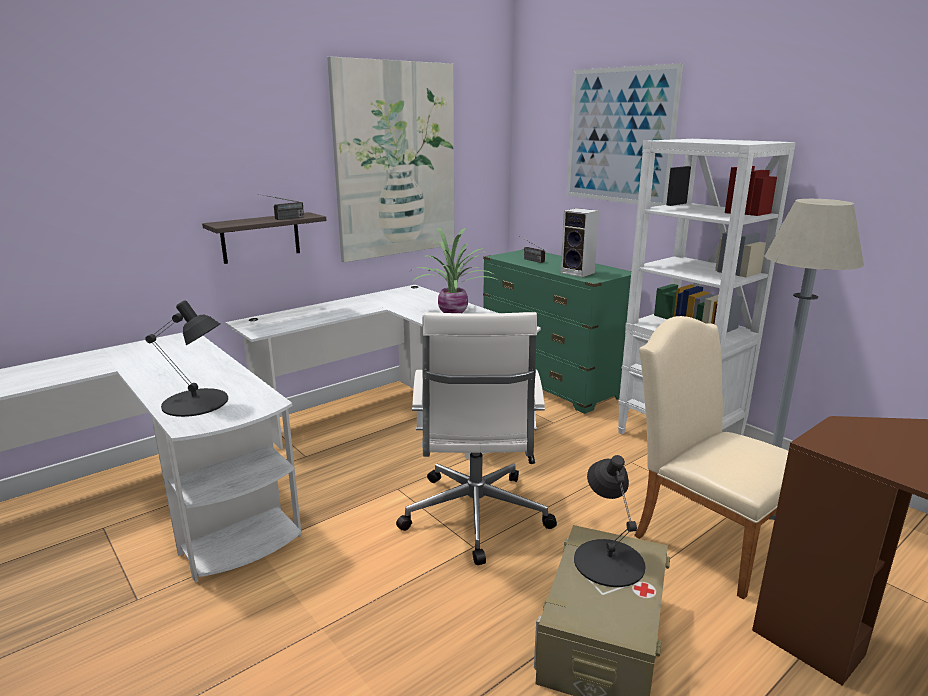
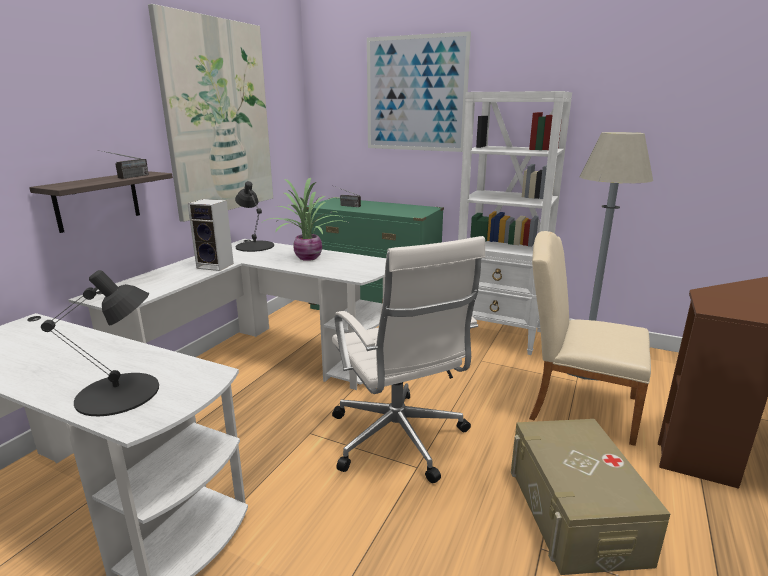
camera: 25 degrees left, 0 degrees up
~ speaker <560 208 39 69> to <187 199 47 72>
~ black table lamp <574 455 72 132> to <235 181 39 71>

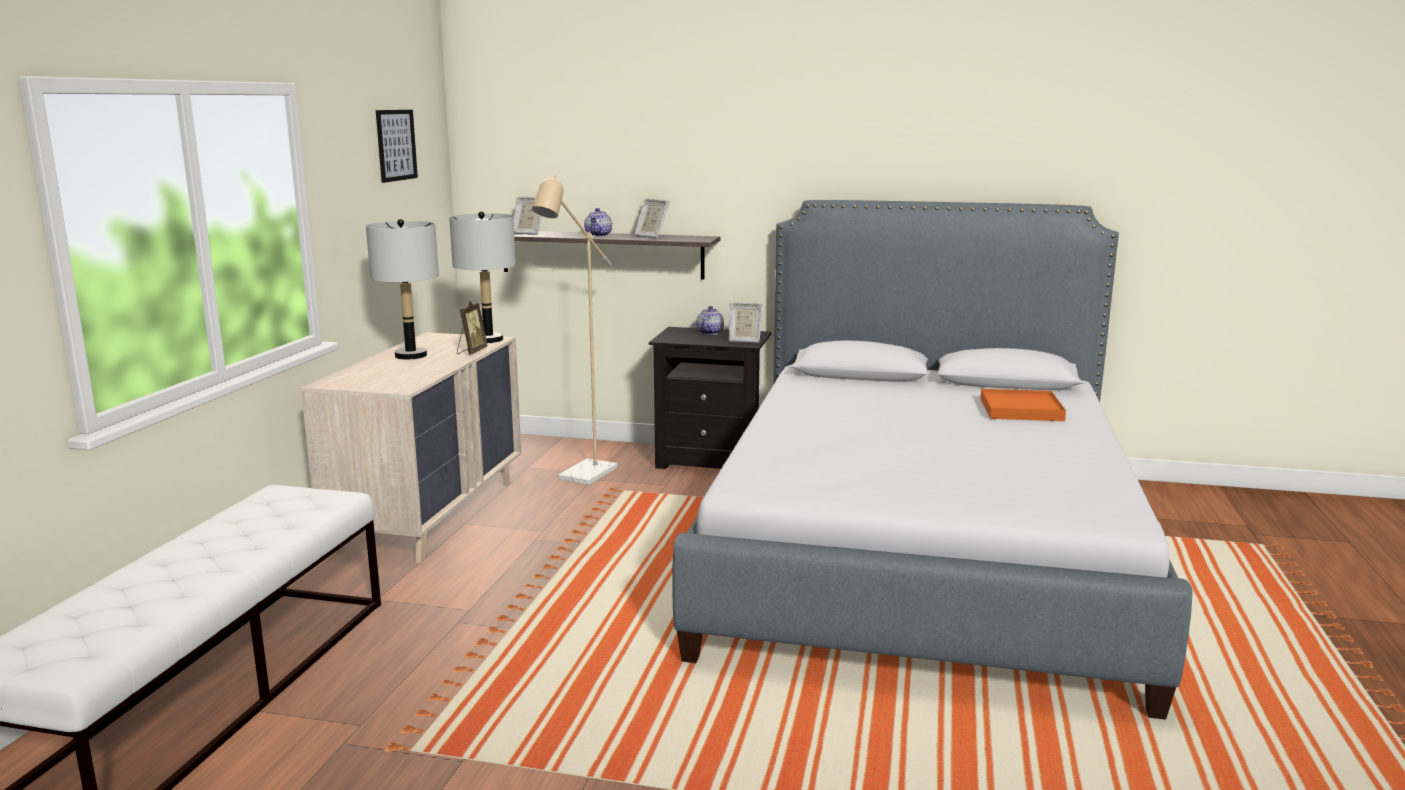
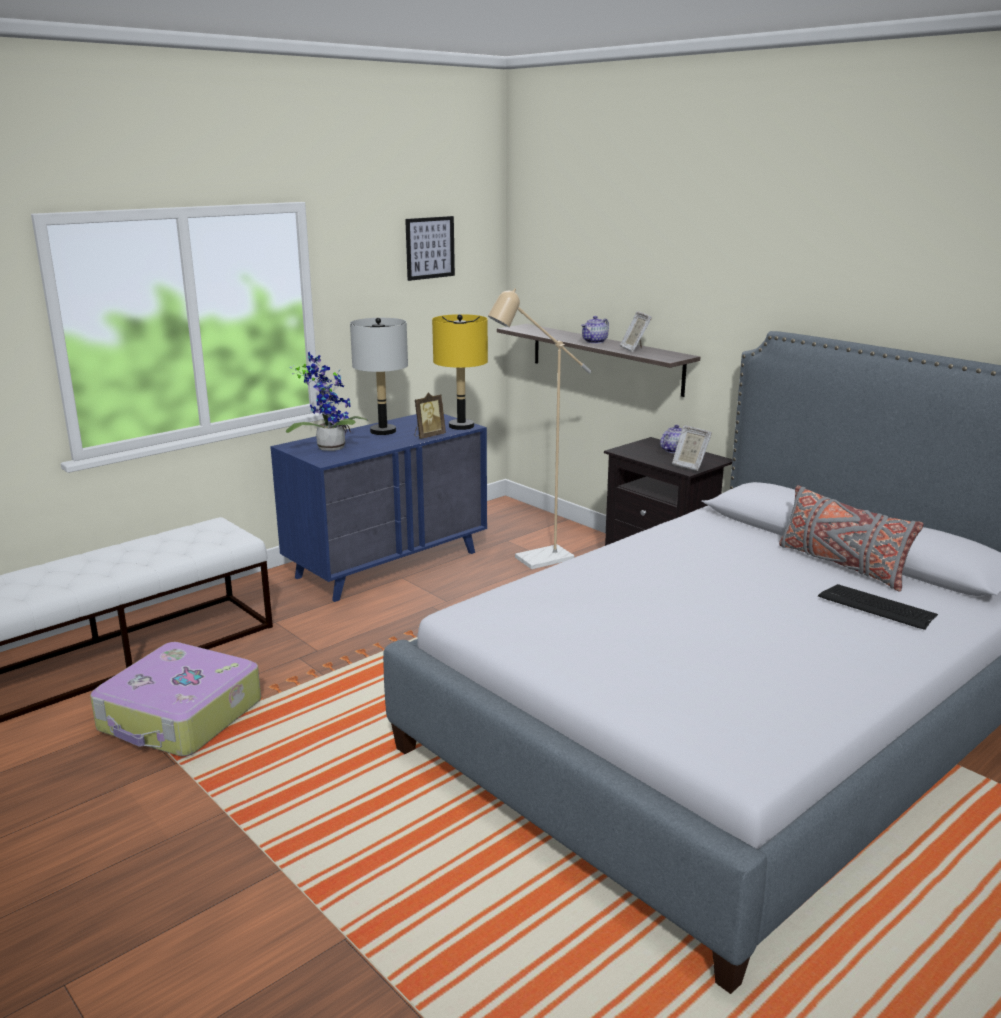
camera: 35 degrees right, 5 degrees up
- picture frame <513 197 29 38>
+ suitcase <90 642 171 114>
+ potted plant <286 352 82 99>
+ grey pillow <779 485 145 107>
~ orange tray <981 389 85 32> to keyboard <818 584 120 46>
~ beige dresser <301 332 220 231> to blue dresser <270 414 217 188>
~ grey table lamp <449 211 67 132> to yellow table lamp <432 314 56 116>

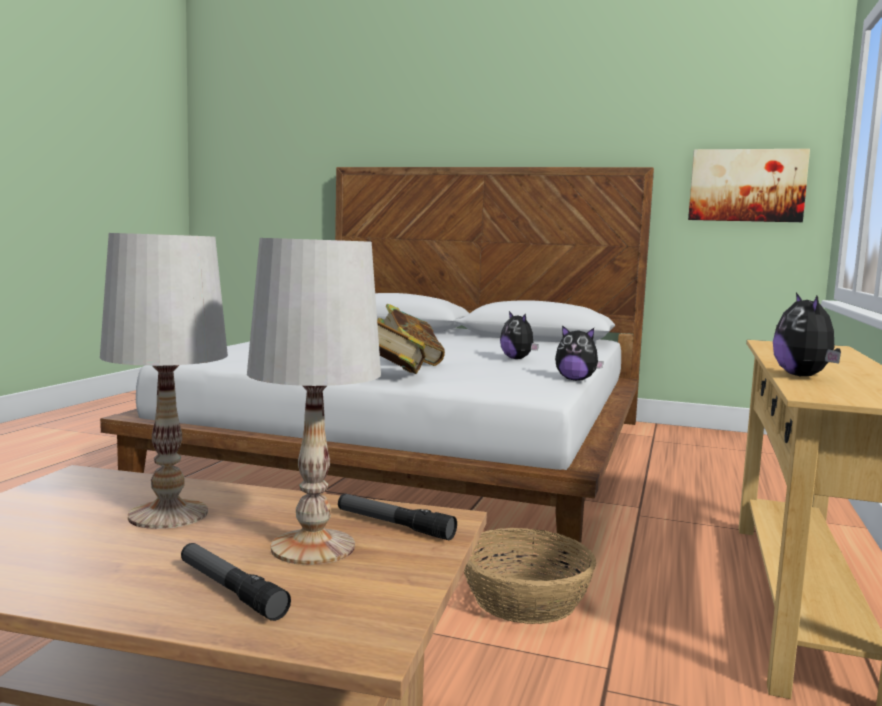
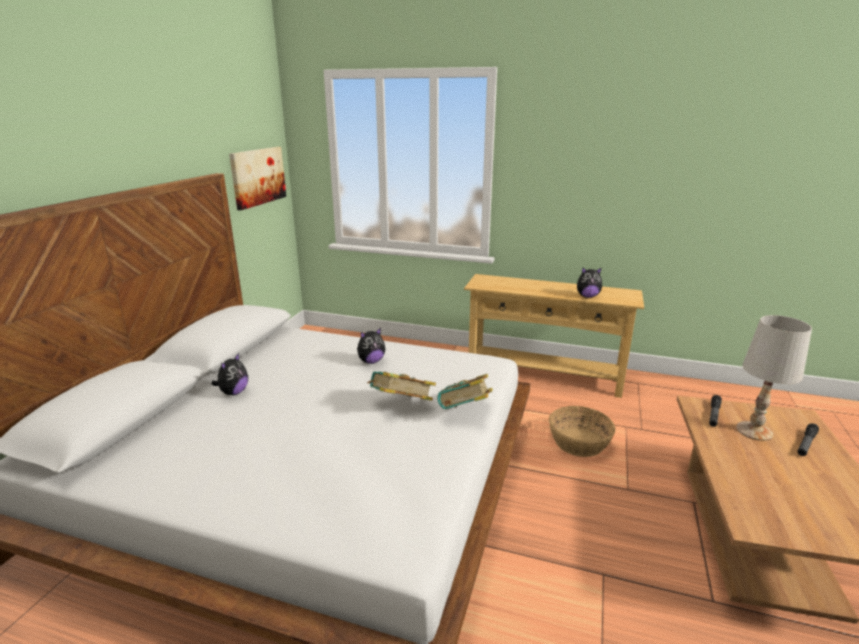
camera: 90 degrees left, 15 degrees up
- white table lamp <100 233 128 296>
~ plush toy <555 325 49 56> to <212 353 36 42>

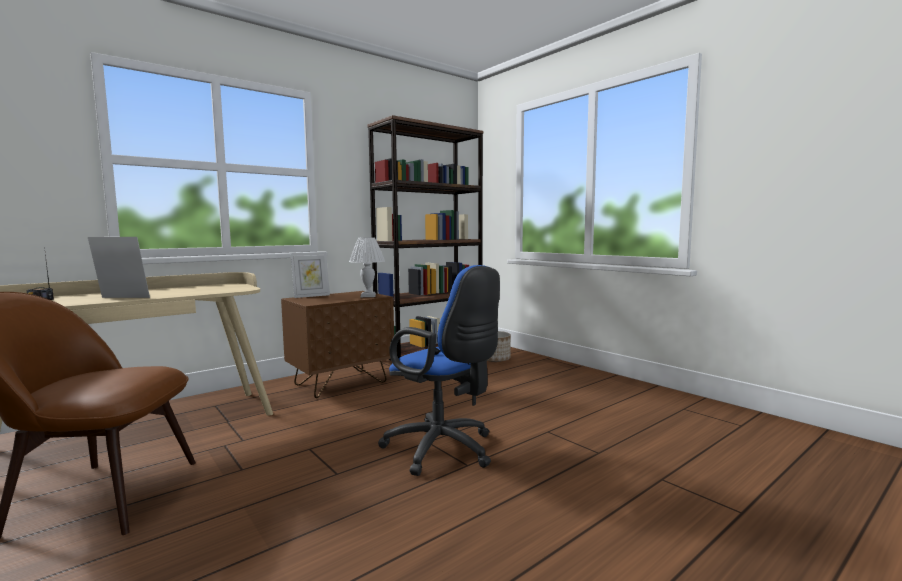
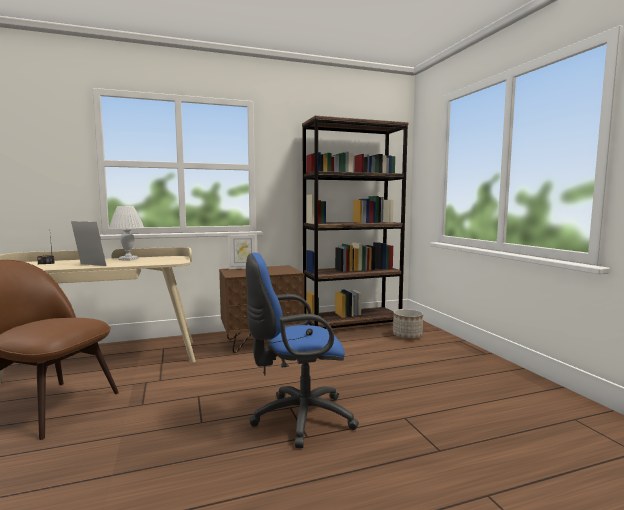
camera: 20 degrees right, 0 degrees up
~ white table lamp <349 237 36 60> to <109 206 35 55>
~ blue office chair <378 265 122 211> = <246 253 113 195> 105 degrees clockwise

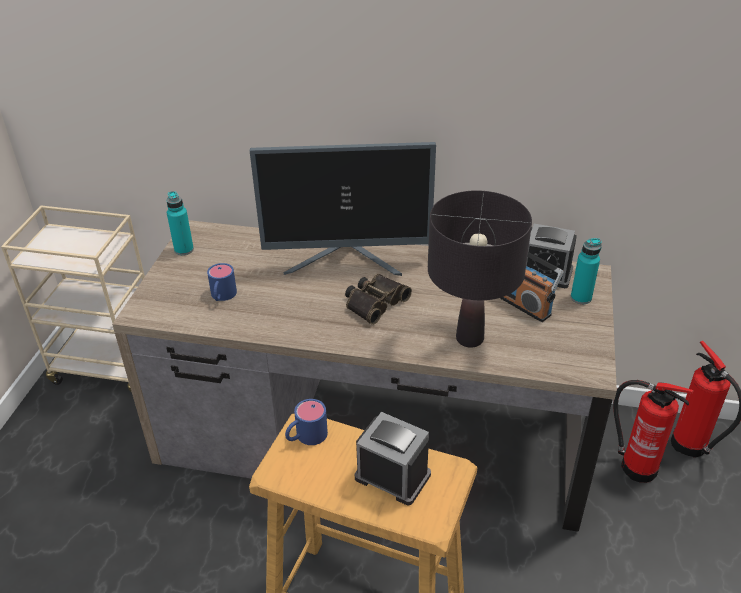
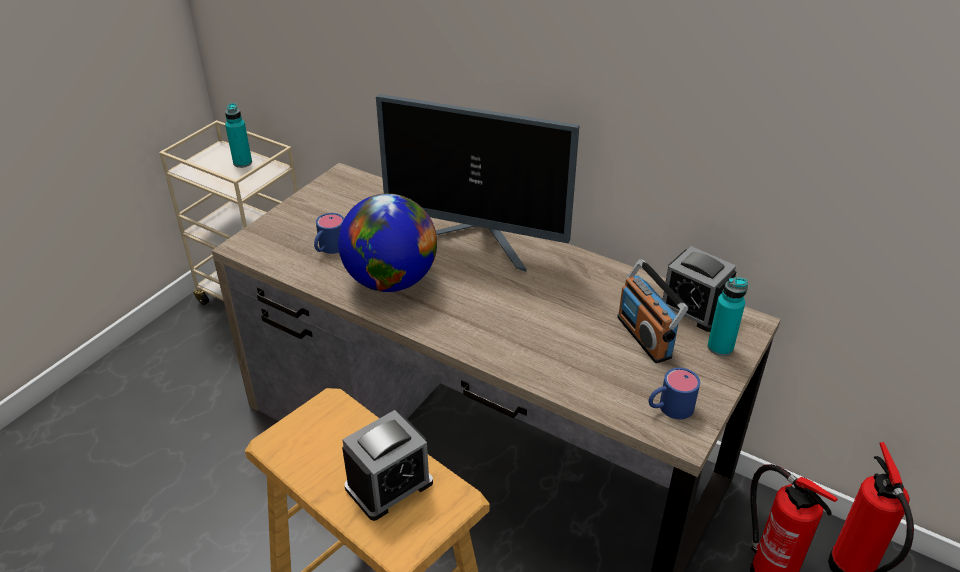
camera: 20 degrees right, 0 degrees up
- binoculars <345 274 67 51>
- black table lamp <428 190 104 157>
+ globe <338 193 99 99>
~ turquoise bottle <167 191 27 64> to <225 103 27 65>
~ blue mug <285 399 43 46> to <649 368 51 51>
~ alarm clock <355 412 76 93> = <342 410 91 111> 90 degrees clockwise

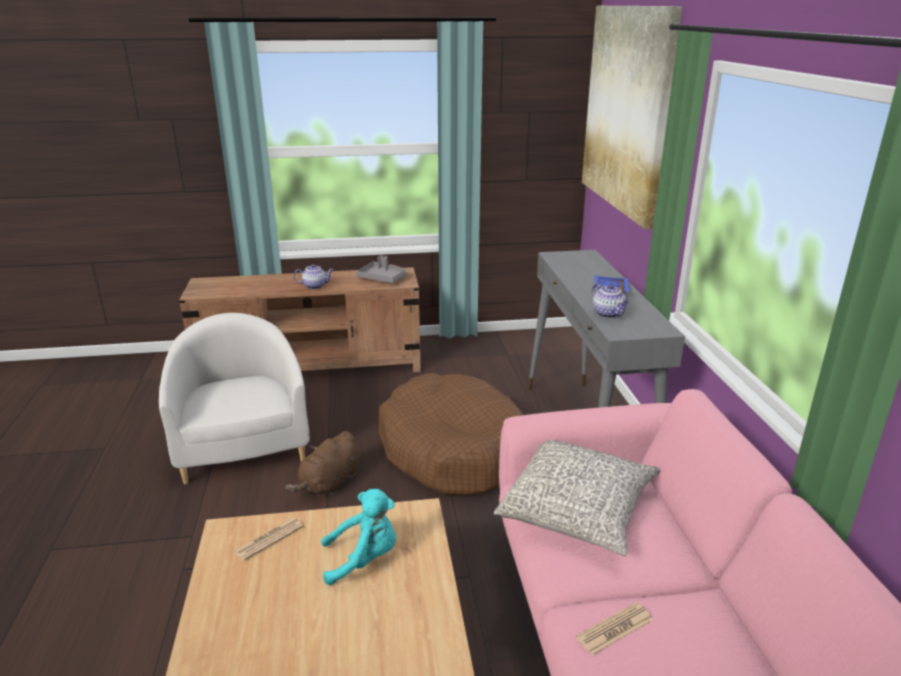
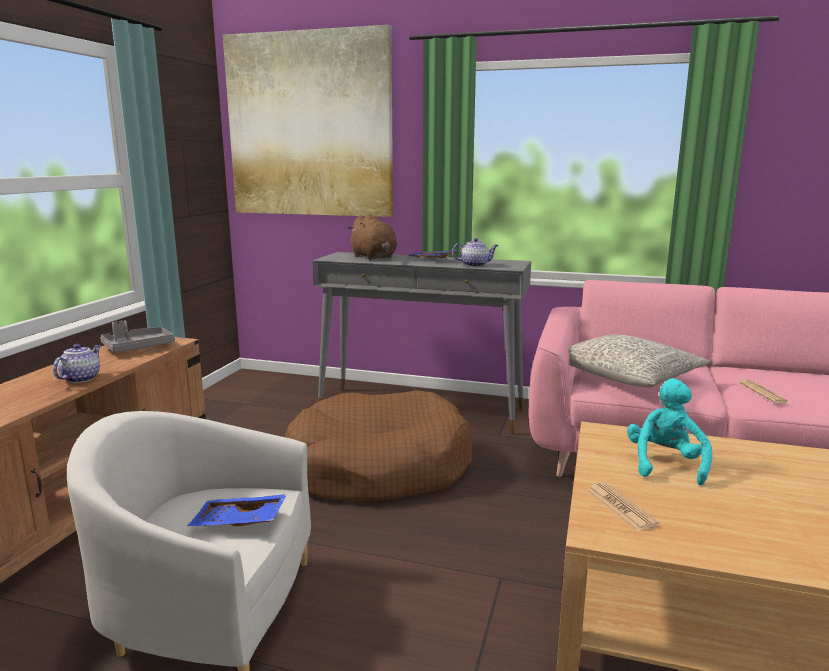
camera: 65 degrees left, 10 degrees down
+ blue tray <187 494 100 32>
~ brown plush toy <285 431 75 64> to <348 214 49 46>

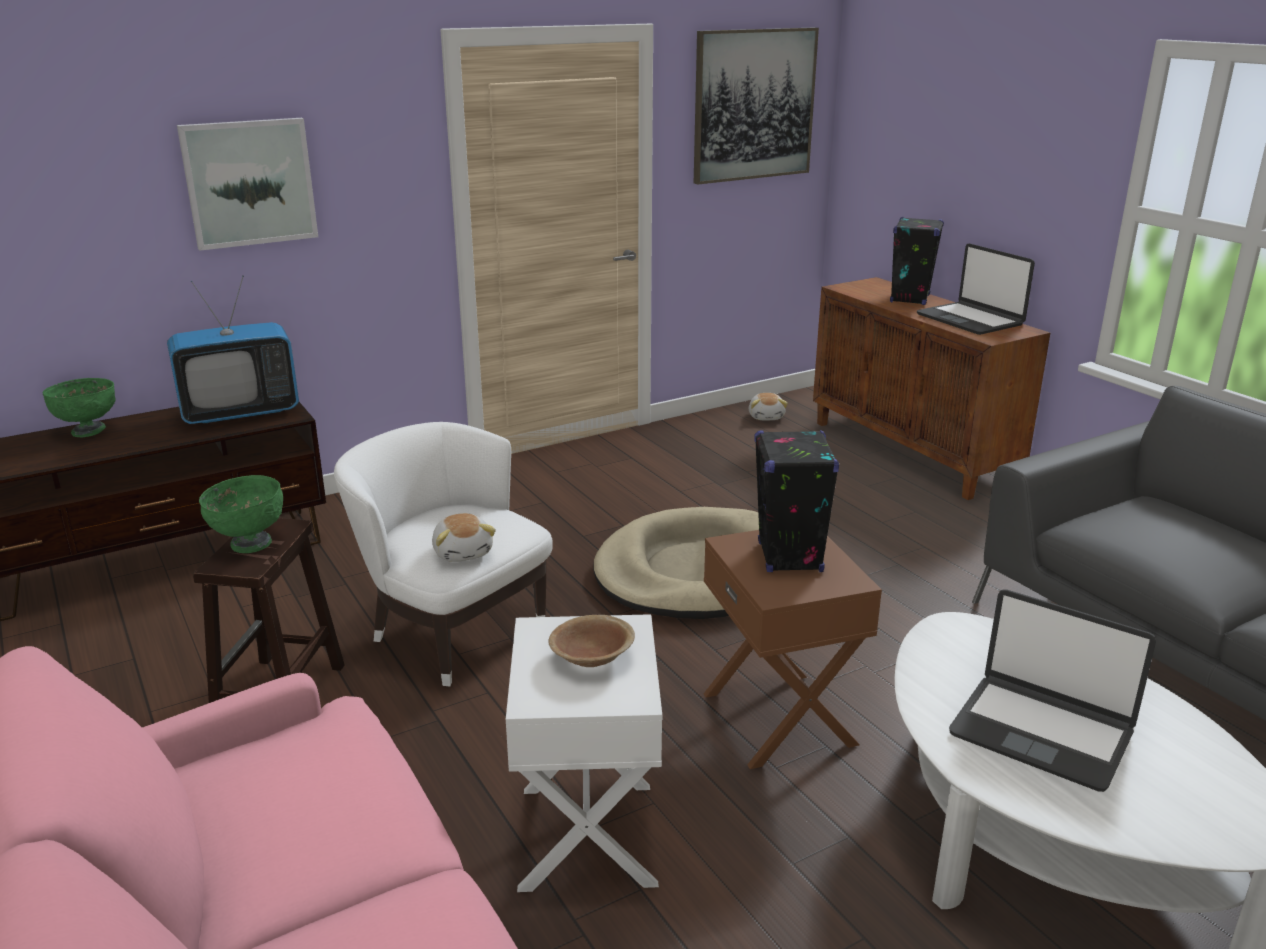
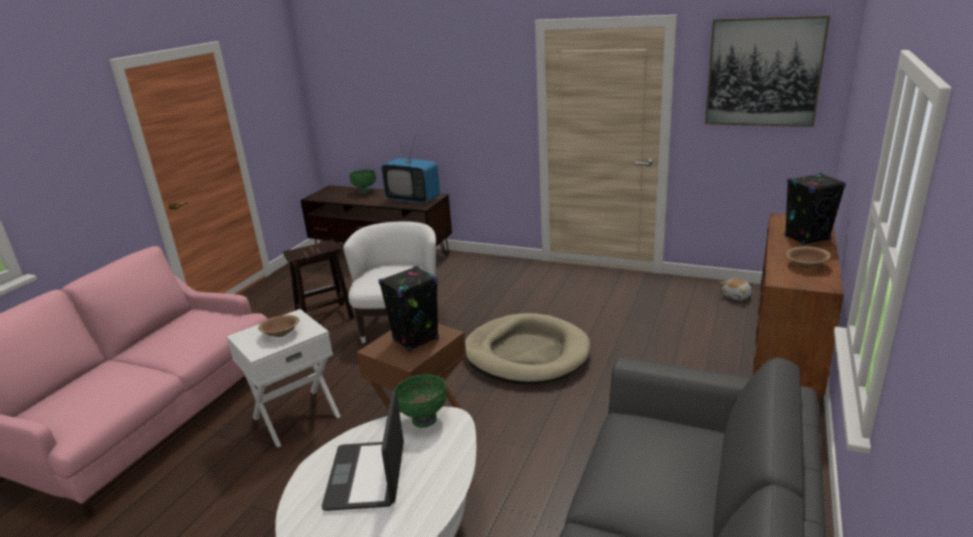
camera: 55 degrees right, 0 degrees up
- picture <177 118 141 133>
- plush toy <432 513 64 49>
~ green bowl <199 475 84 78> to <394 375 52 53>
~ laptop <917 243 118 92> to brown bowl <786 246 45 23>

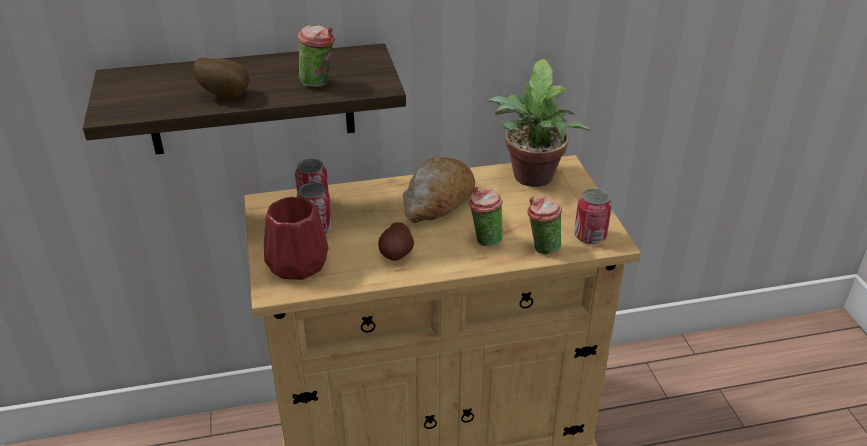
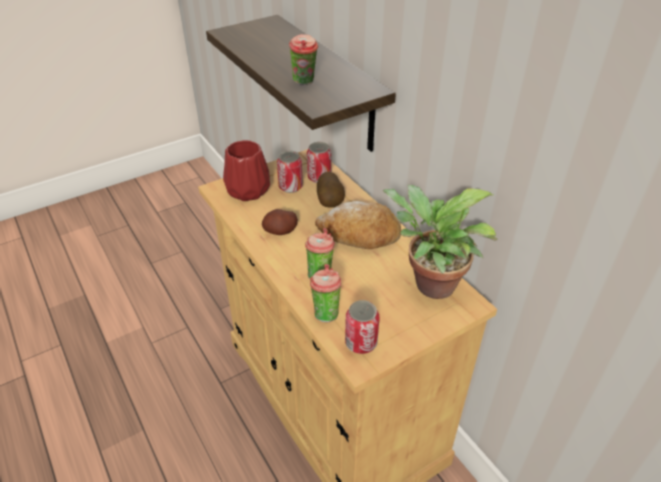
camera: 70 degrees right, 5 degrees up
~ potato <193 57 56 41> to <317 172 28 36>

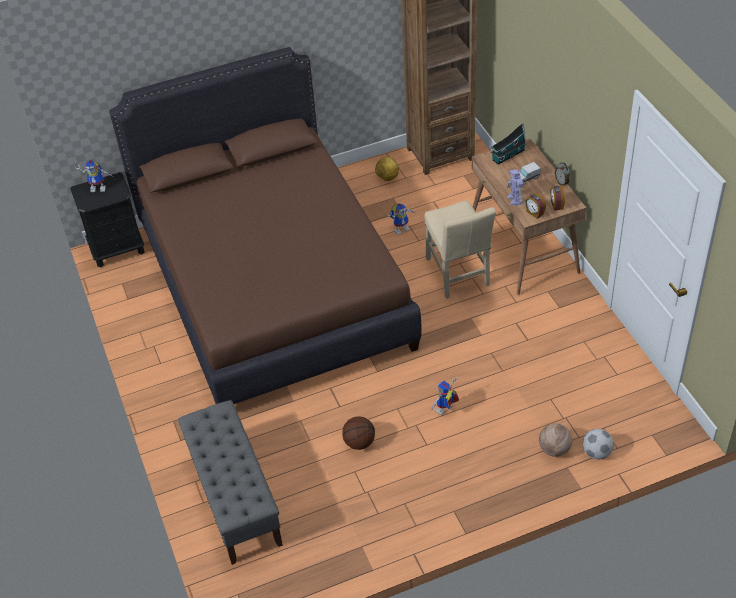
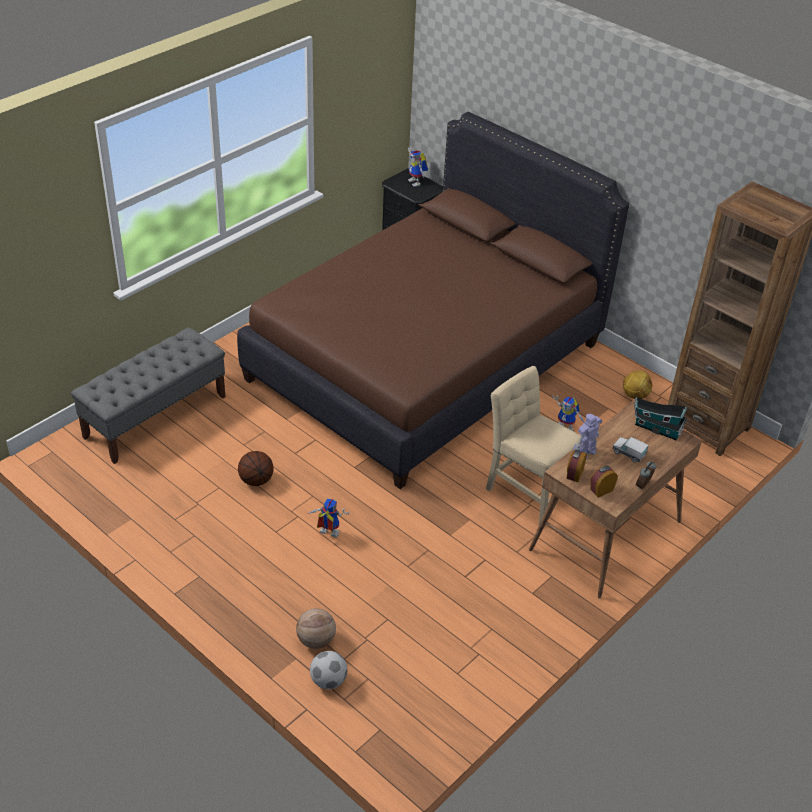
camera: 60 degrees right, 5 degrees down
~ beige chair <424 200 72 99> = <486 366 95 158> 90 degrees clockwise

